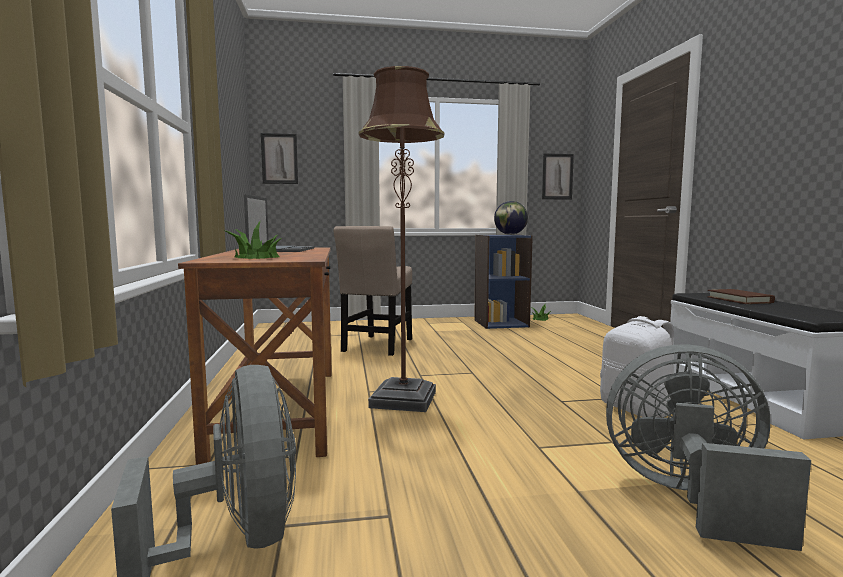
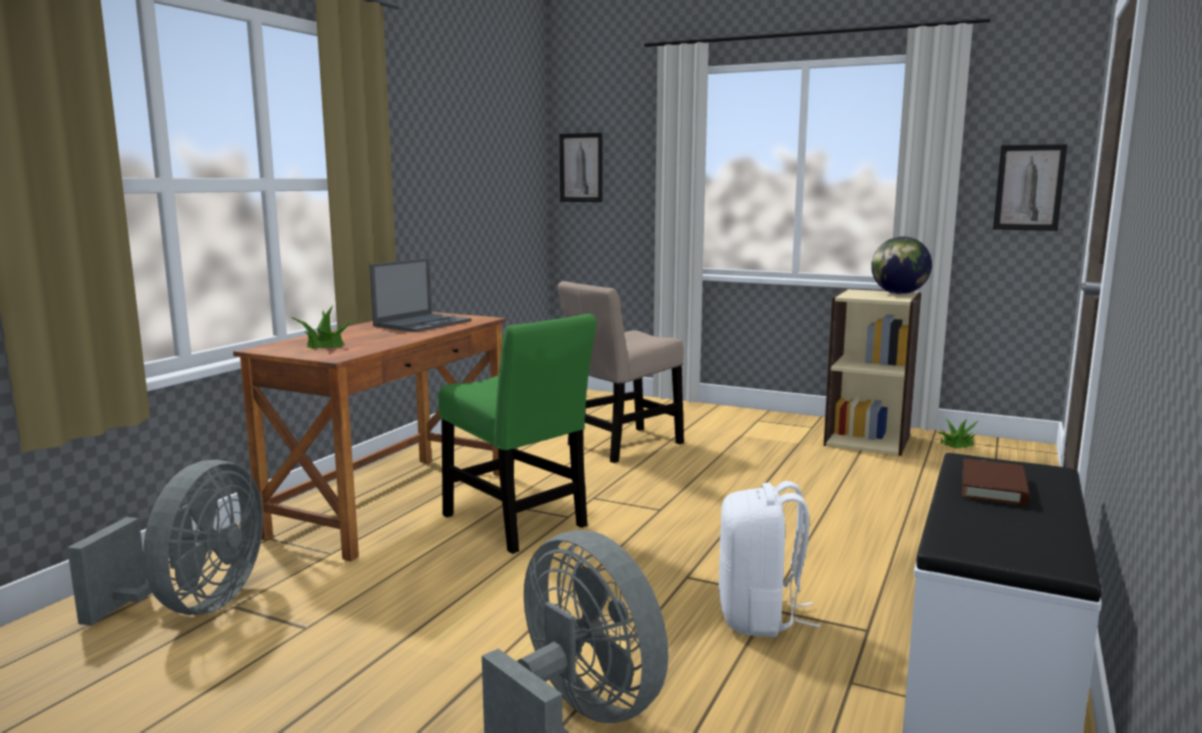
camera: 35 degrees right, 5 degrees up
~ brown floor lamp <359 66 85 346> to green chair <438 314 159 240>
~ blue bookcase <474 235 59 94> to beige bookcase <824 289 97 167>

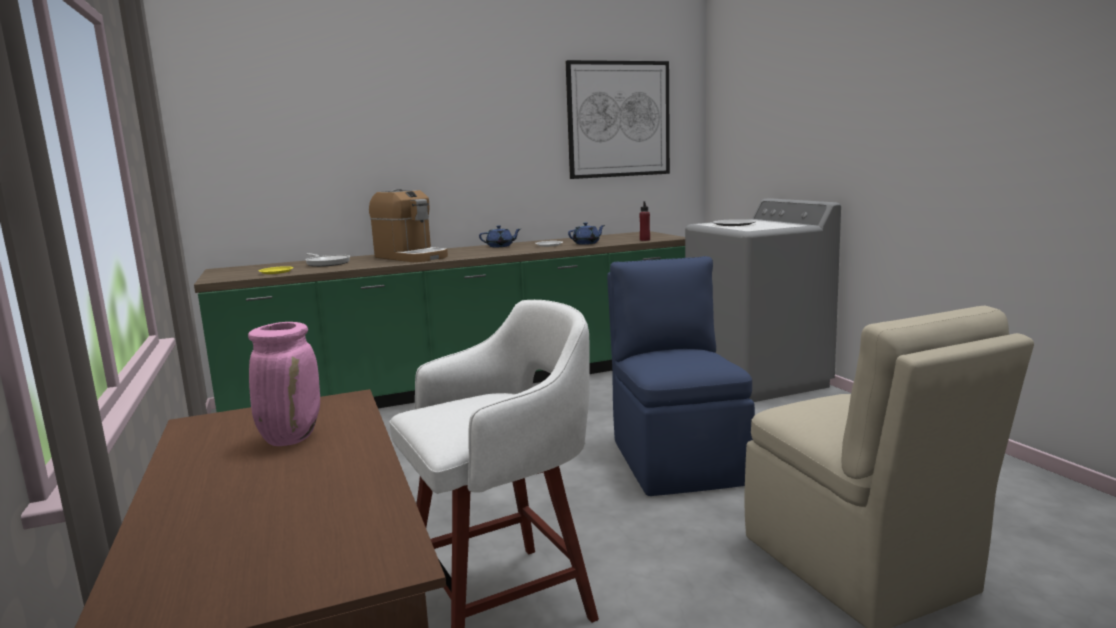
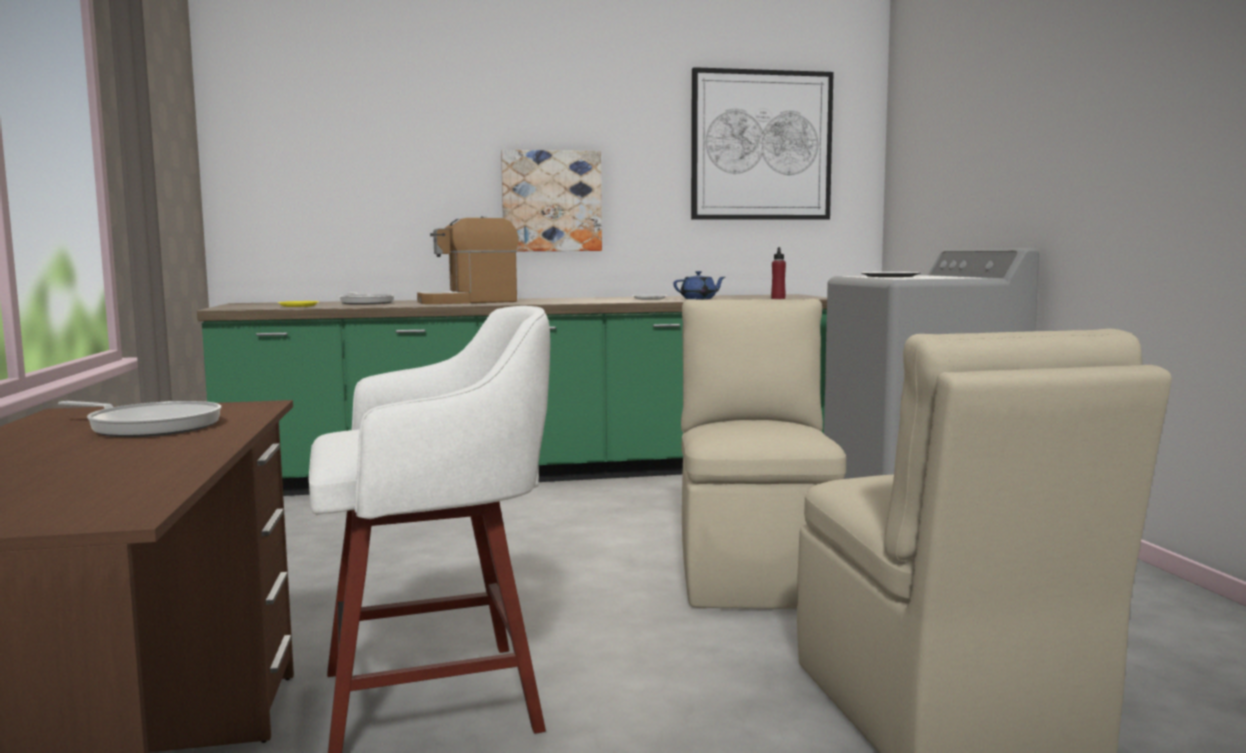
camera: 10 degrees right, 5 degrees down
- blue teapot <479 225 41 22>
+ picture <501 150 101 101>
~ pink vase <248 322 72 124> to frying pan <58 401 163 36>
~ blue chair <607 256 148 240> to beige chair <681 299 165 310>
~ coffee machine <369 189 79 73> = <417 216 102 88> 105 degrees clockwise

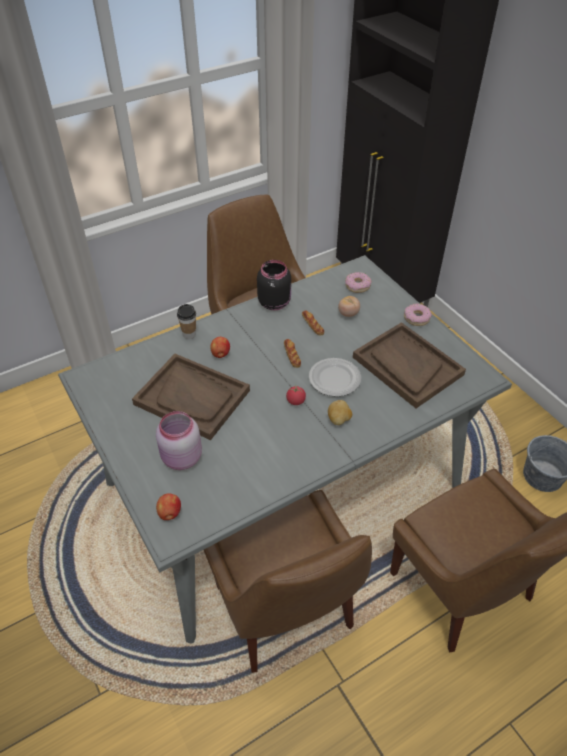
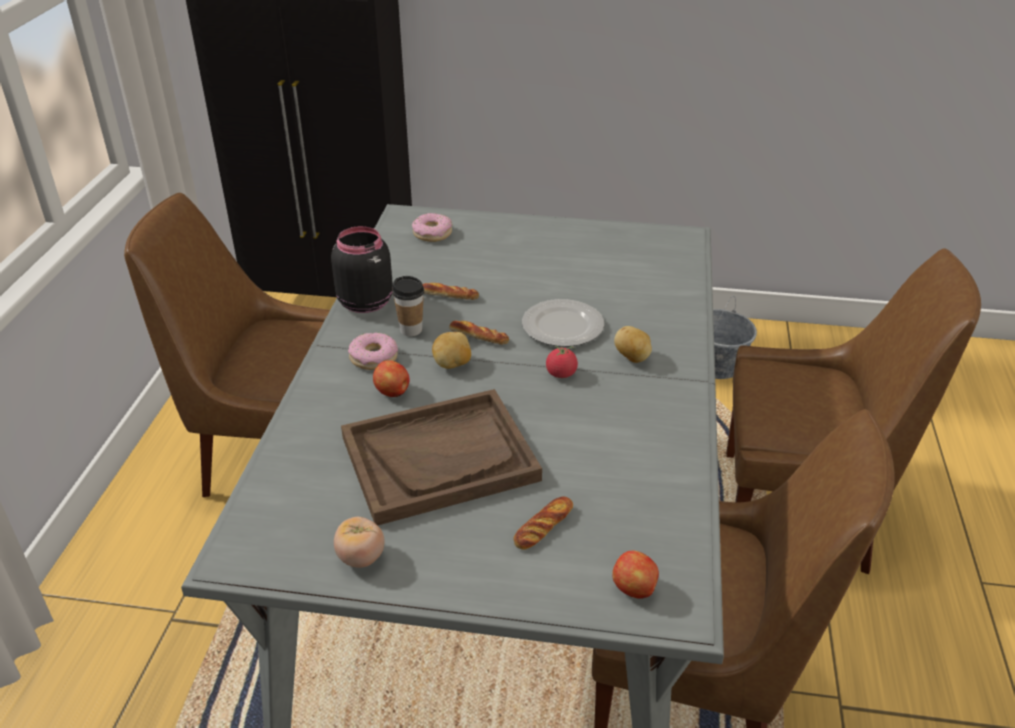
camera: 50 degrees left, 10 degrees down
- brown tray <353 322 113 86>
+ potato <432 332 39 37>
~ cup <177 304 19 35> to <392 276 32 60>
~ tomato <338 296 22 21> to <334 517 51 51>
~ donut <404 304 28 22> to <348 332 50 38>
~ pink jar <156 411 46 59> to bread <513 496 60 54>

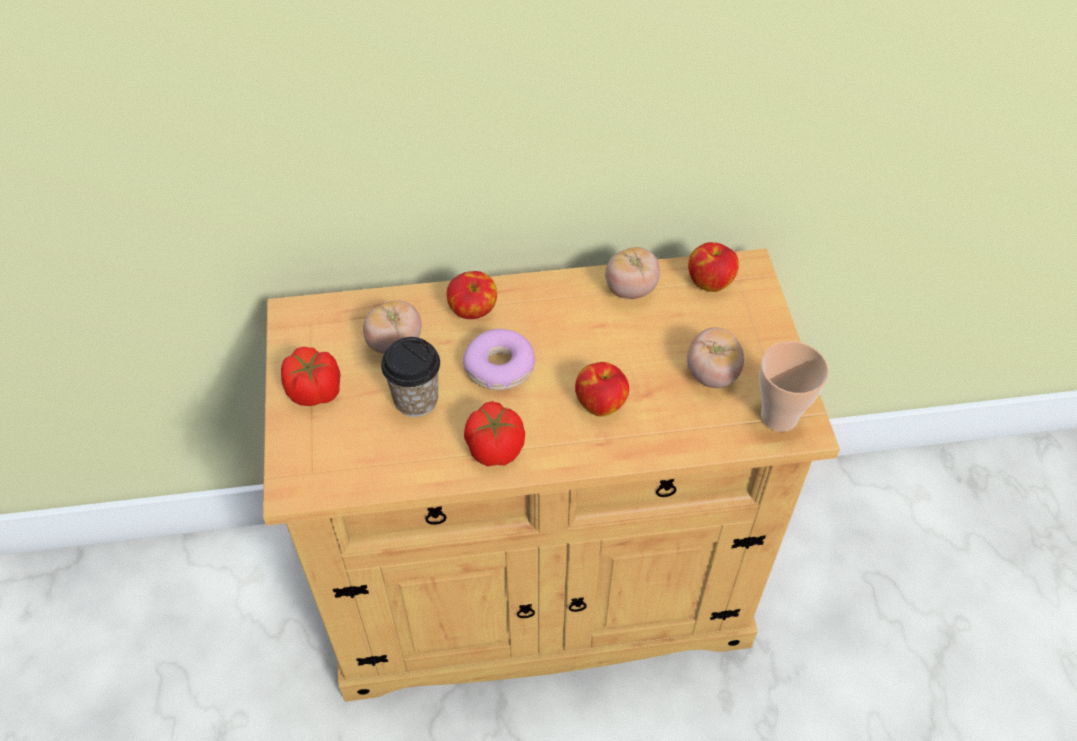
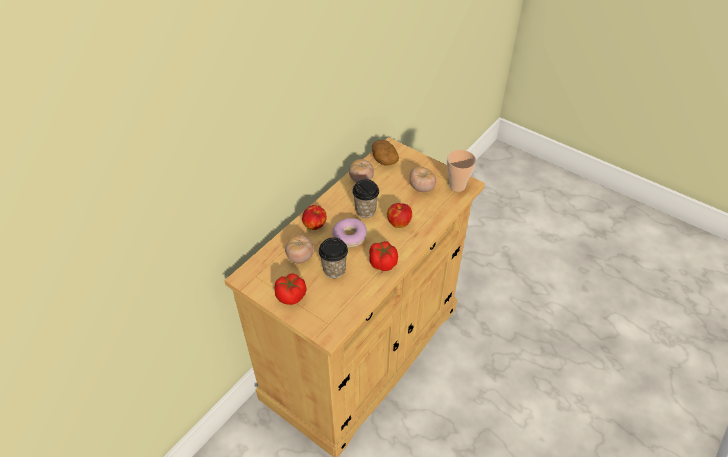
camera: 45 degrees left, 5 degrees down
+ cup <352 179 27 39>
~ apple <688 242 51 50> to potato <372 140 27 25>

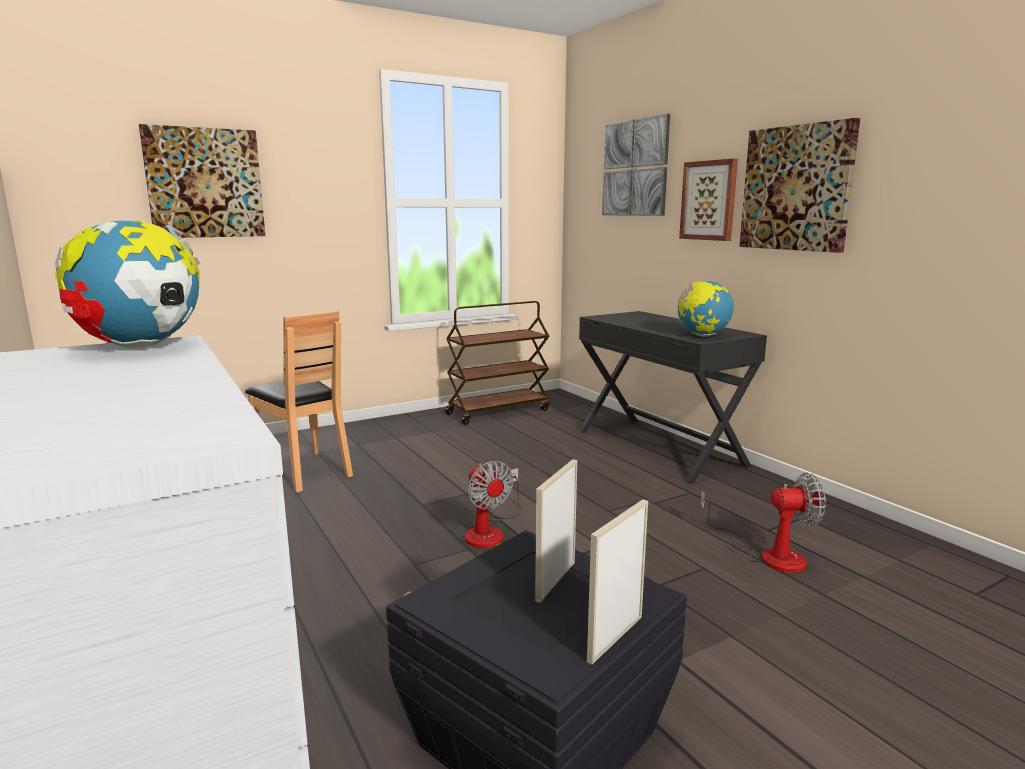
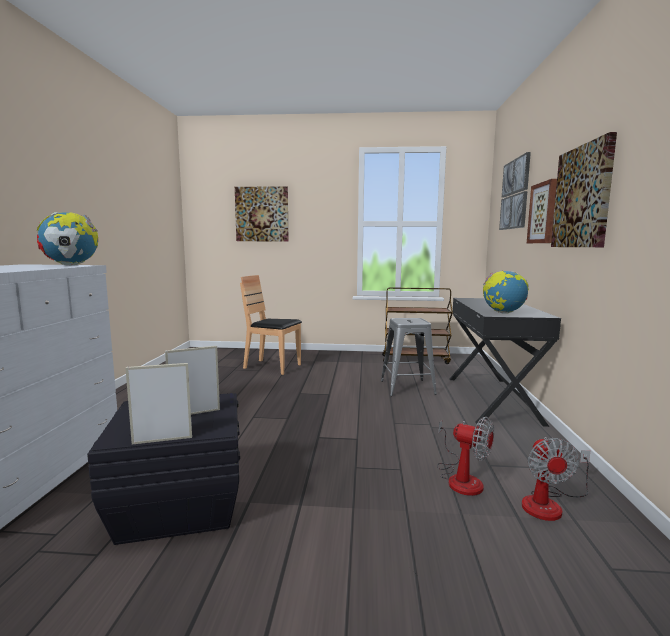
camera: 35 degrees right, 5 degrees down
+ grey stool <381 318 56 78>
~ fan <465 461 56 87> to <522 437 68 84>
~ brown chair <245 310 108 183> = <240 275 62 100> 120 degrees clockwise

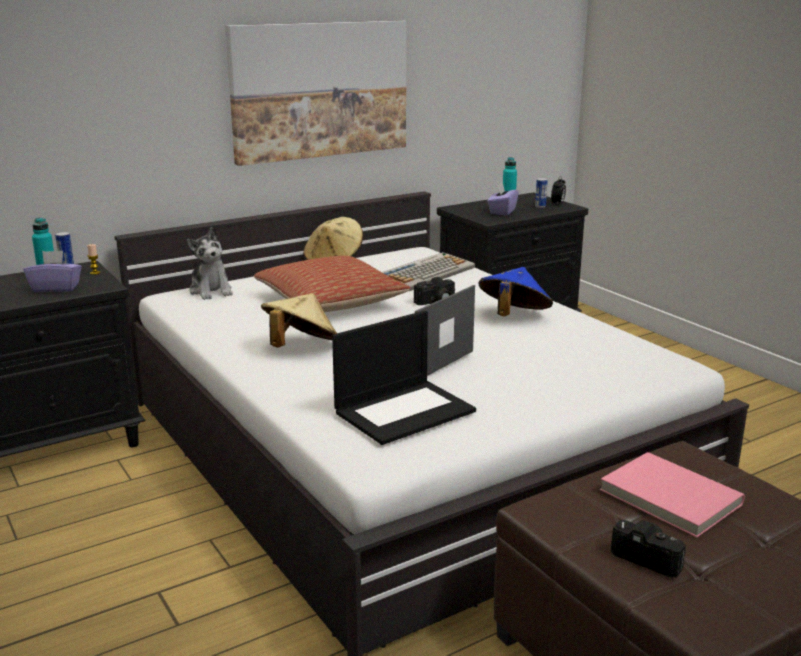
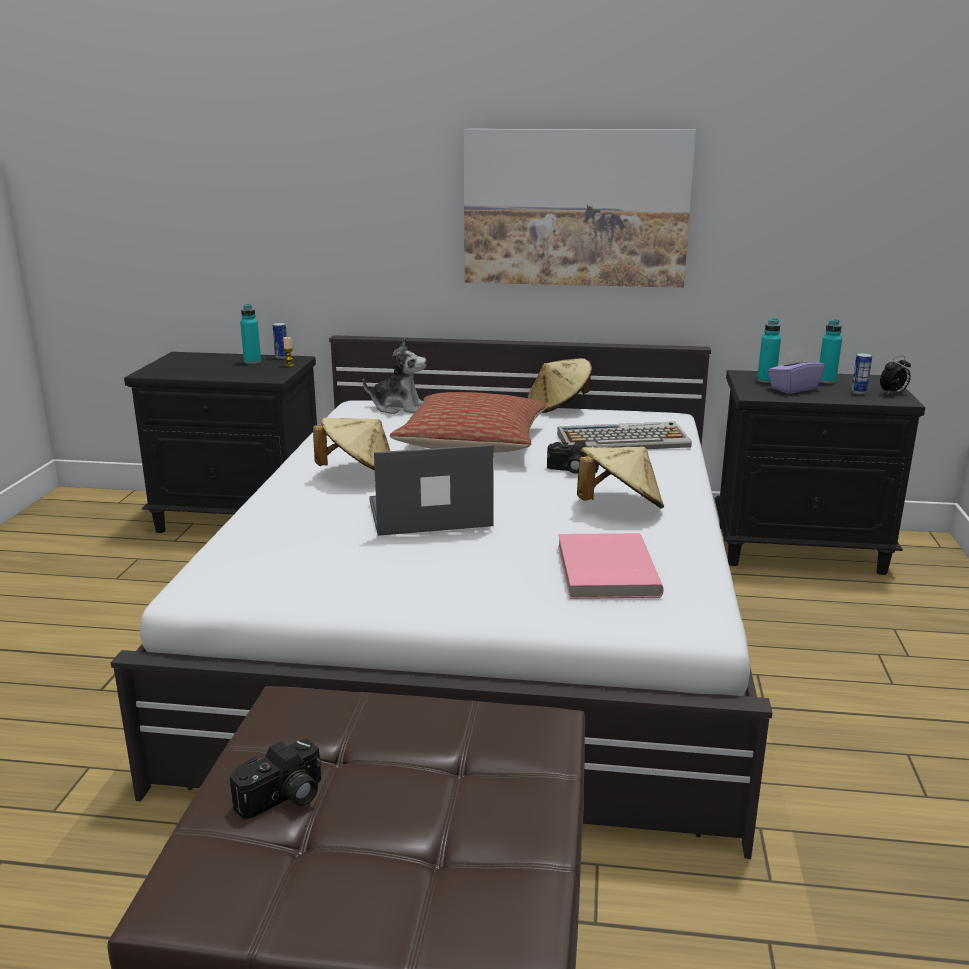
camera: 40 degrees right, 0 degrees up
- purple tissue box <24 251 58 41>
- laptop <332 311 144 134>
+ turquoise bottle <757 318 24 65>
~ pink book <600 452 145 85> to <558 533 106 66>
~ blue hat <479 267 74 49> to beige hat <577 447 87 61>
~ plush toy <187 227 46 73> = <363 338 64 76> 90 degrees counterclockwise
~ photo camera <611 520 75 58> = <230 739 91 80> 60 degrees clockwise

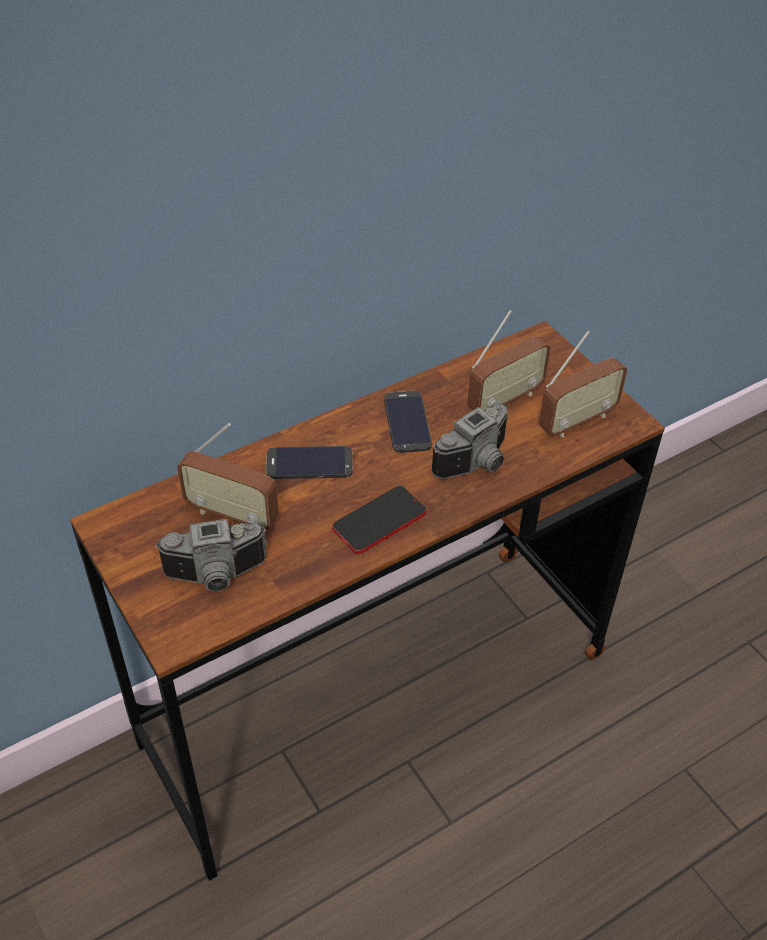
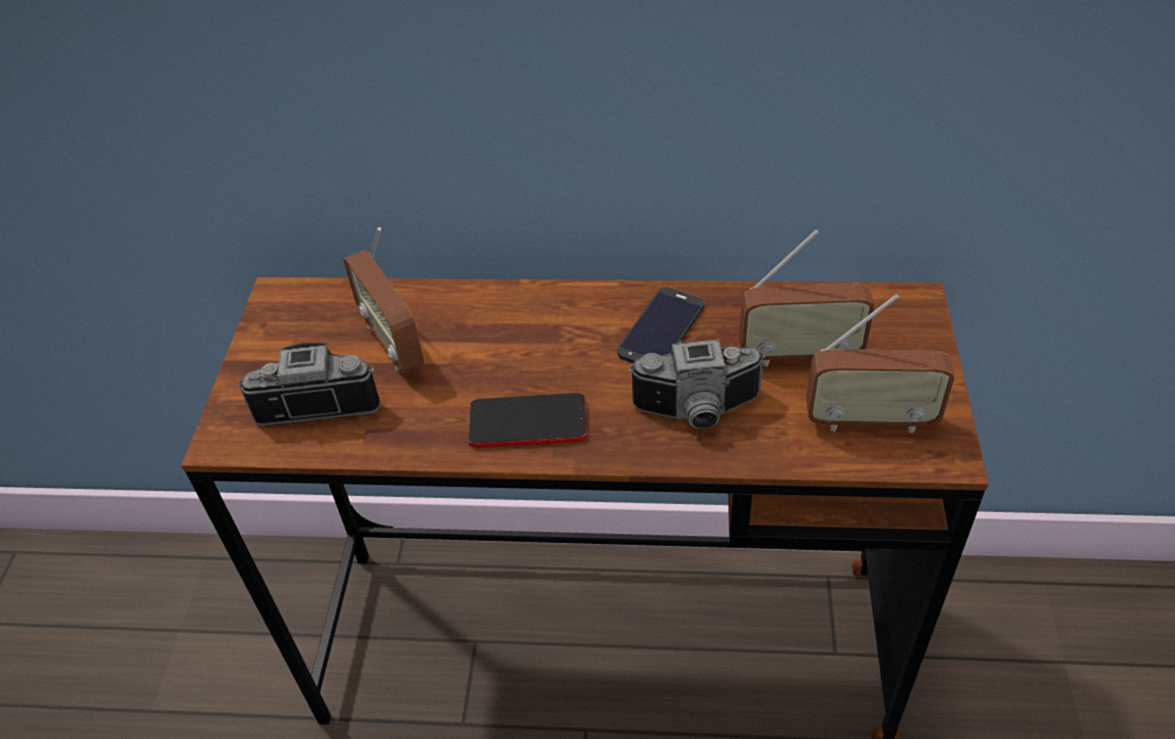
camera: 40 degrees right, 0 degrees up
- phone <266 446 87 33>
~ photo camera <155 519 112 72> = <237 343 144 83> 150 degrees clockwise

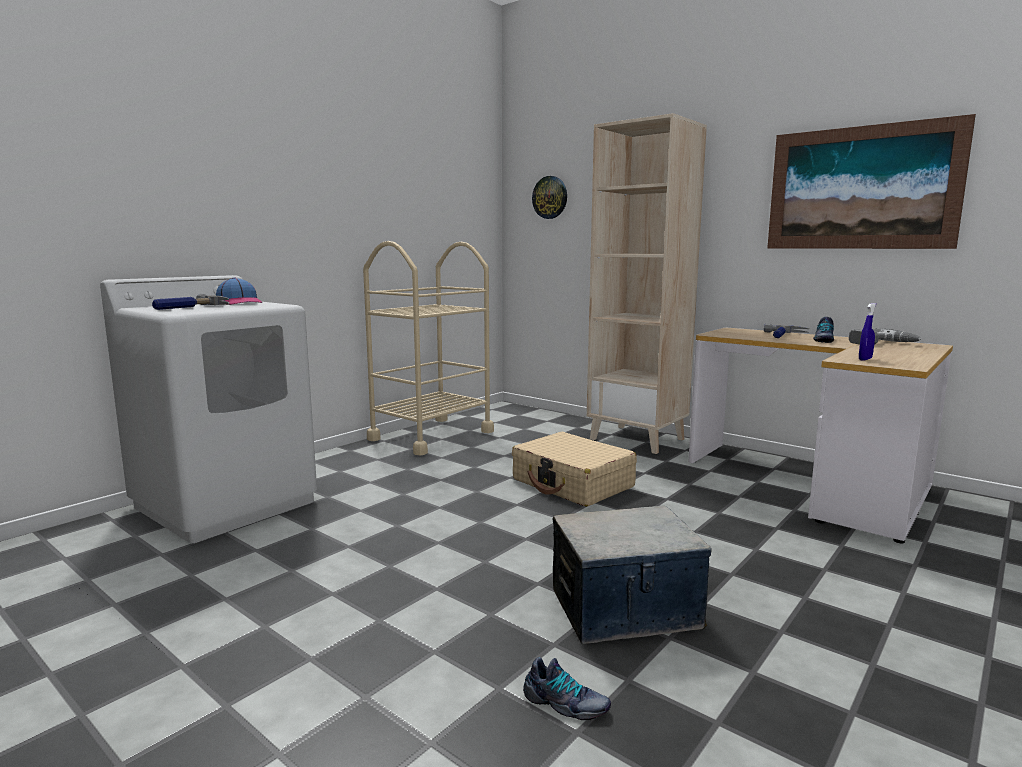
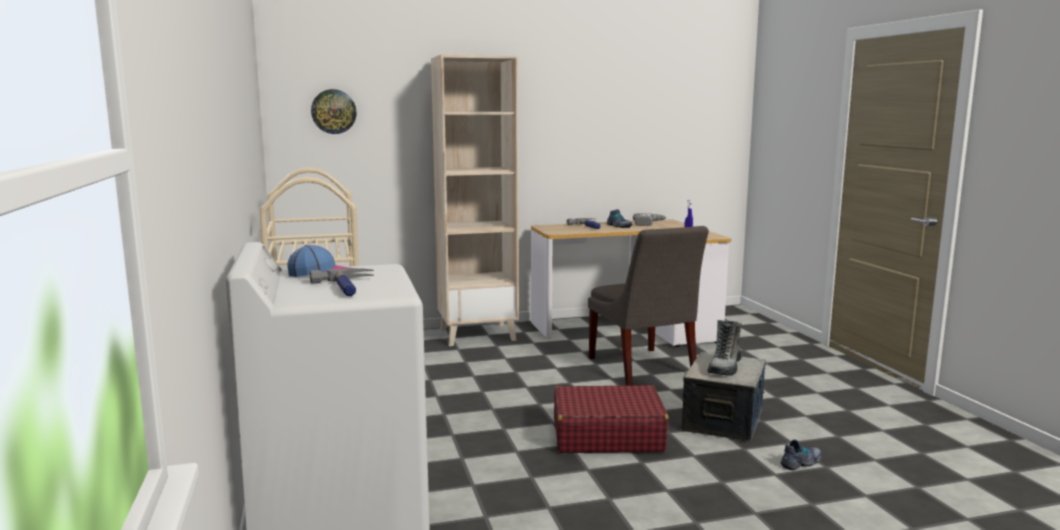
camera: 55 degrees left, 0 degrees up
- beige suitcase <512 432 125 75>
- picture <767 114 209 135>
+ red suitcase <554 385 115 68>
+ grey chair <588 226 121 160>
+ boot <707 320 35 56>

